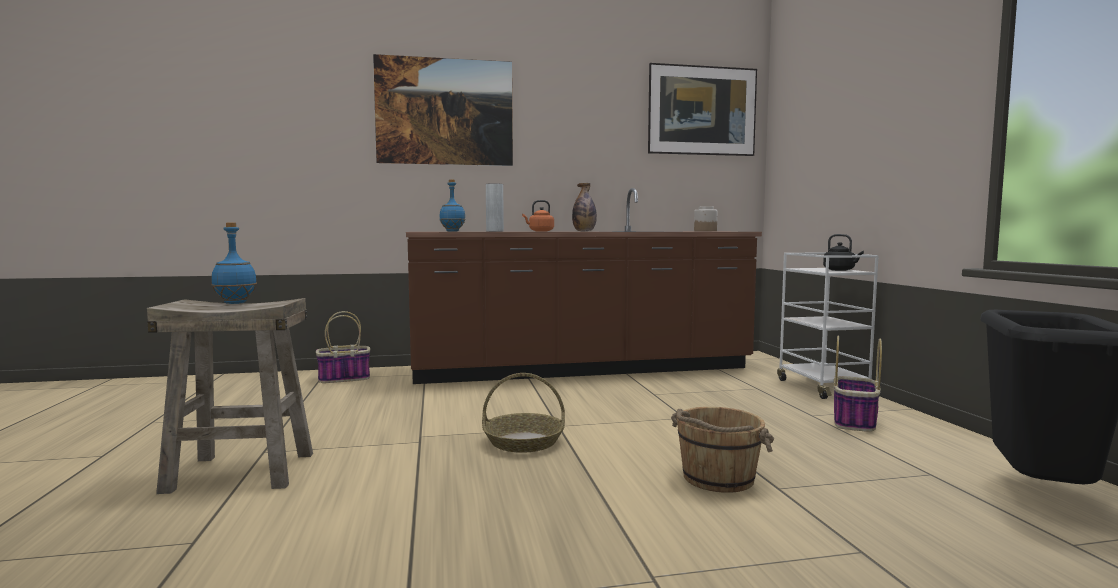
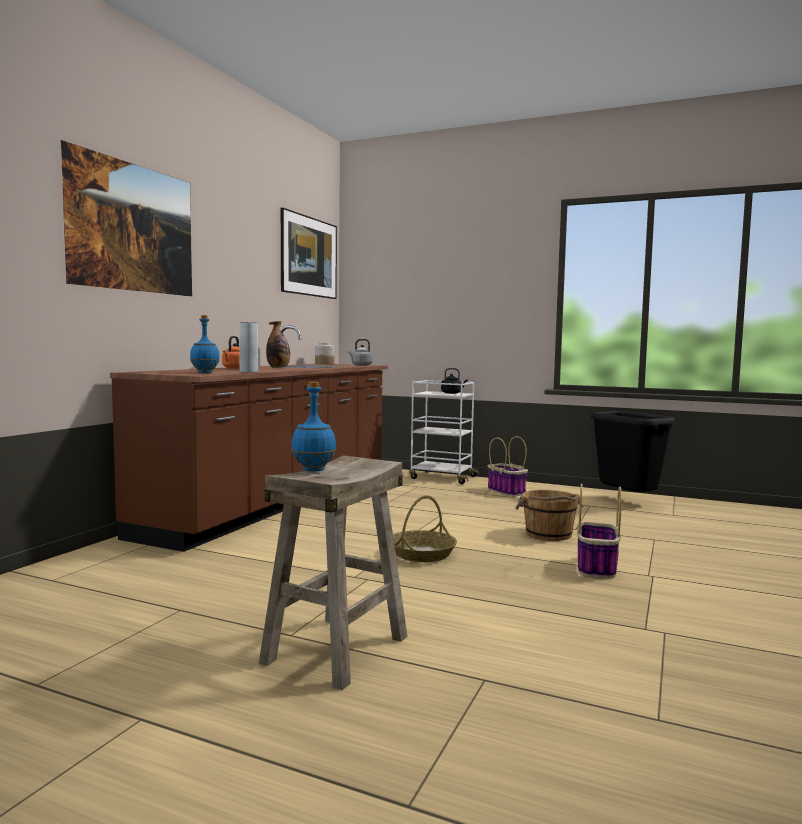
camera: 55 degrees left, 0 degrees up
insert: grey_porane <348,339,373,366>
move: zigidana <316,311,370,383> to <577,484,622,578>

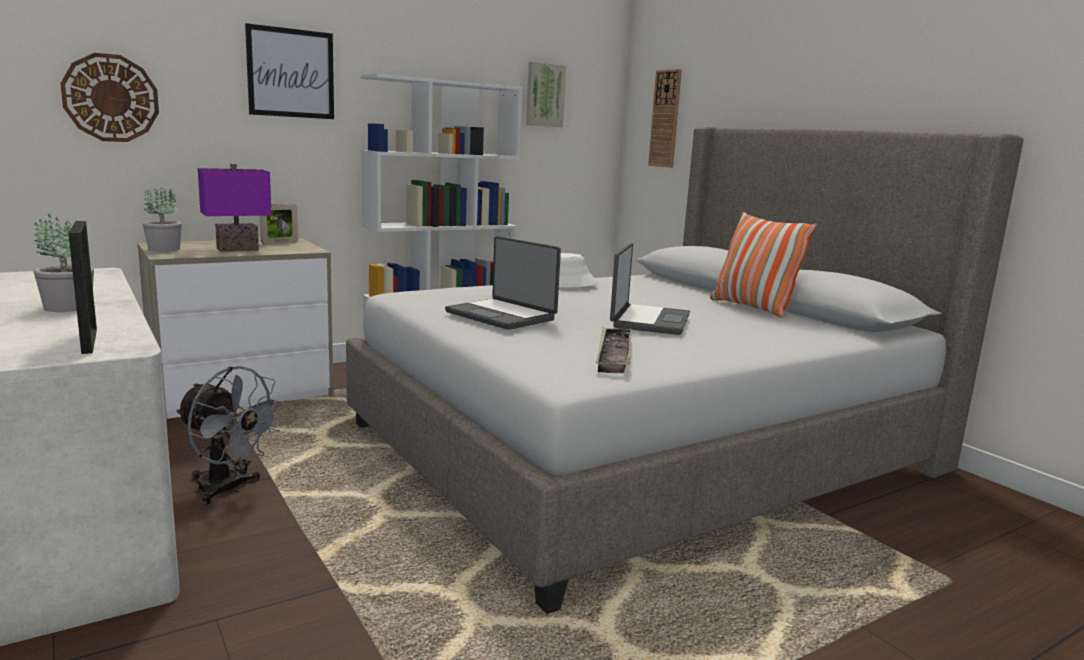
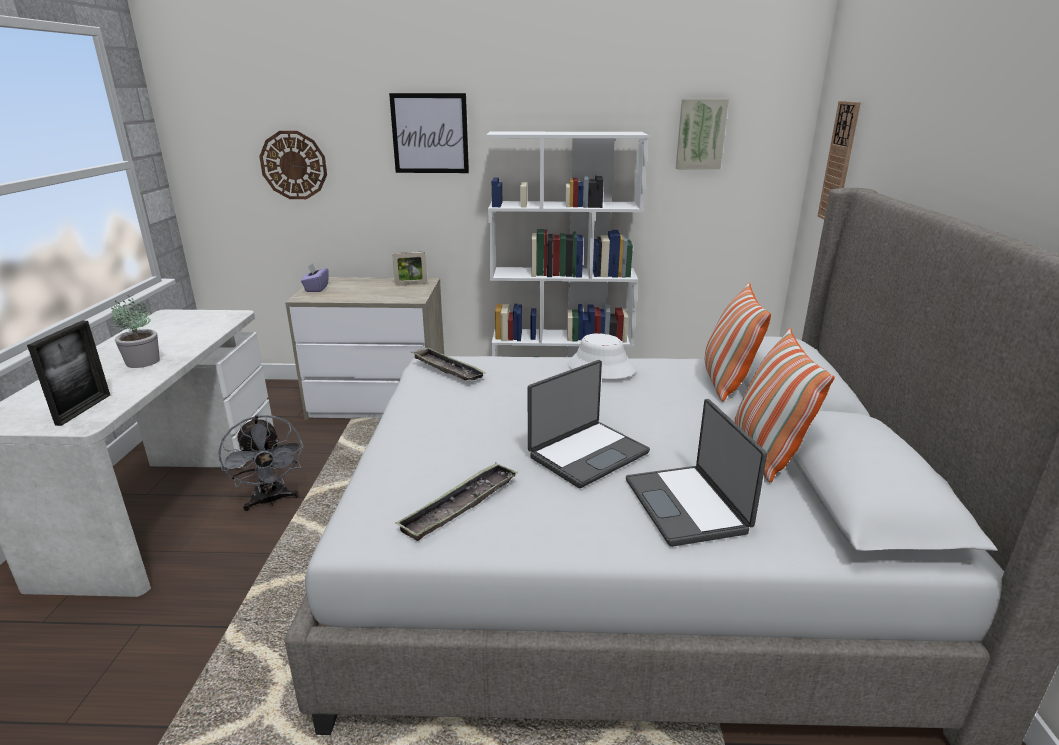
camera: 35 degrees right, 10 degrees up
delete: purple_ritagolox <198,164,272,252>
insert: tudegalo <411,347,486,380>; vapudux <705,282,771,402>
move: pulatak <445,236,561,330> to <626,399,767,547>
replace: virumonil <143,187,182,252> to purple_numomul <301,263,329,292>

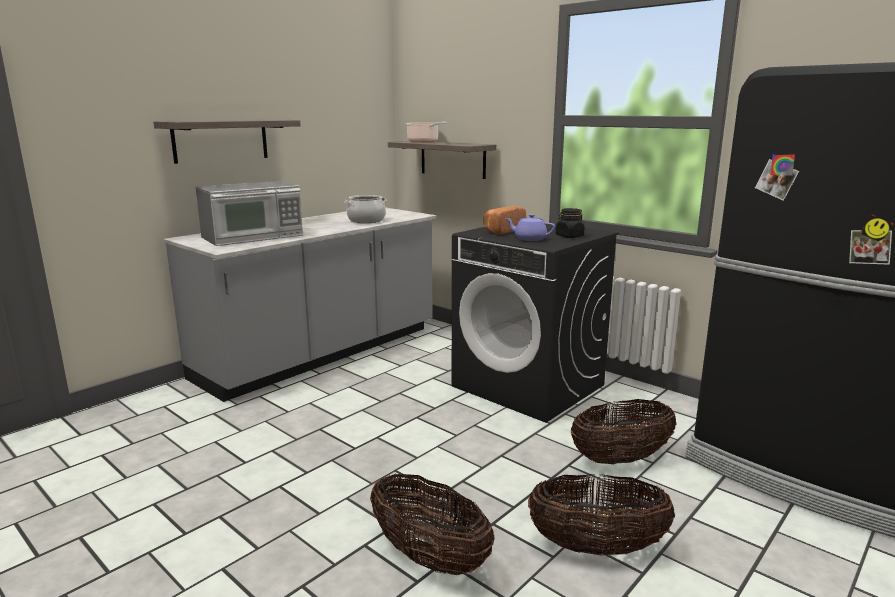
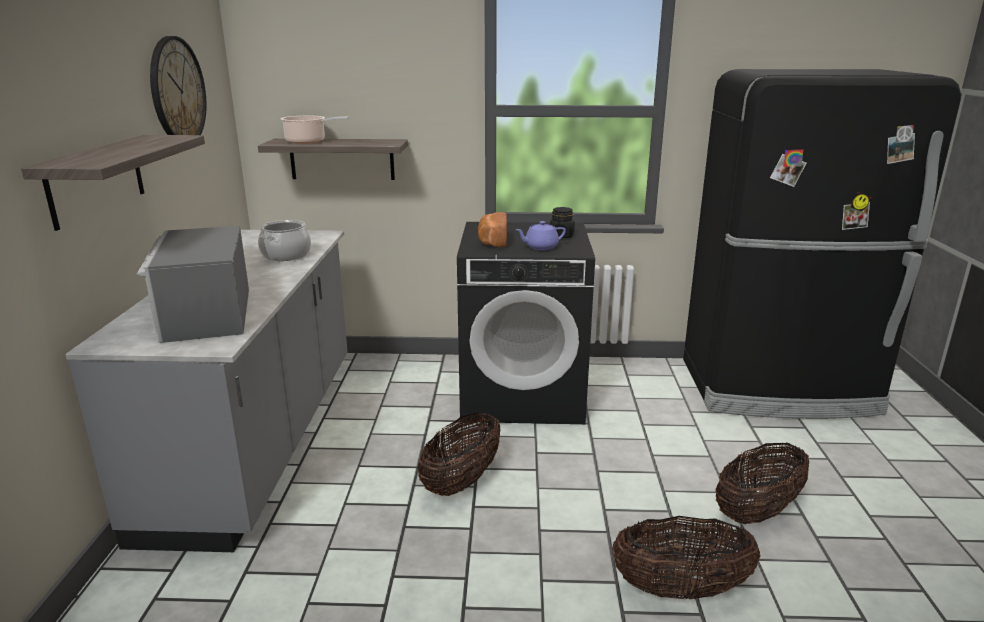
camera: 40 degrees left, 5 degrees up
insert: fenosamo <150,36,207,135>
move: zigidana <571,399,677,464> to <418,412,501,496>
rotate: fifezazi <195,181,303,246> = <137,226,249,343> 150 degrees clockwise

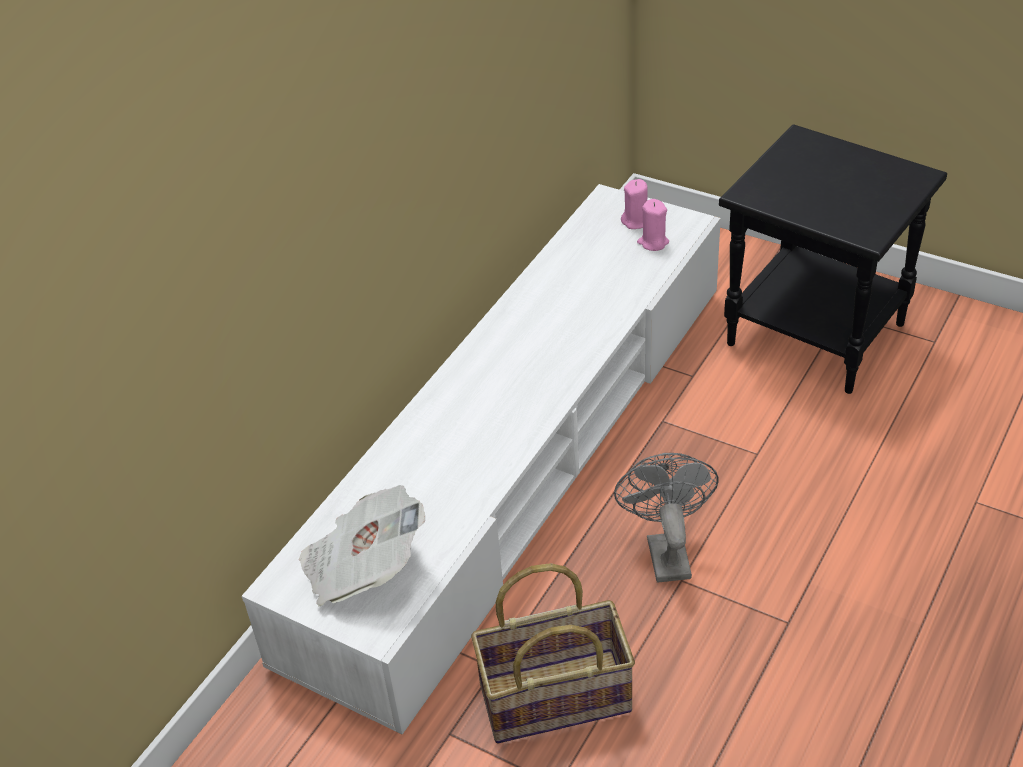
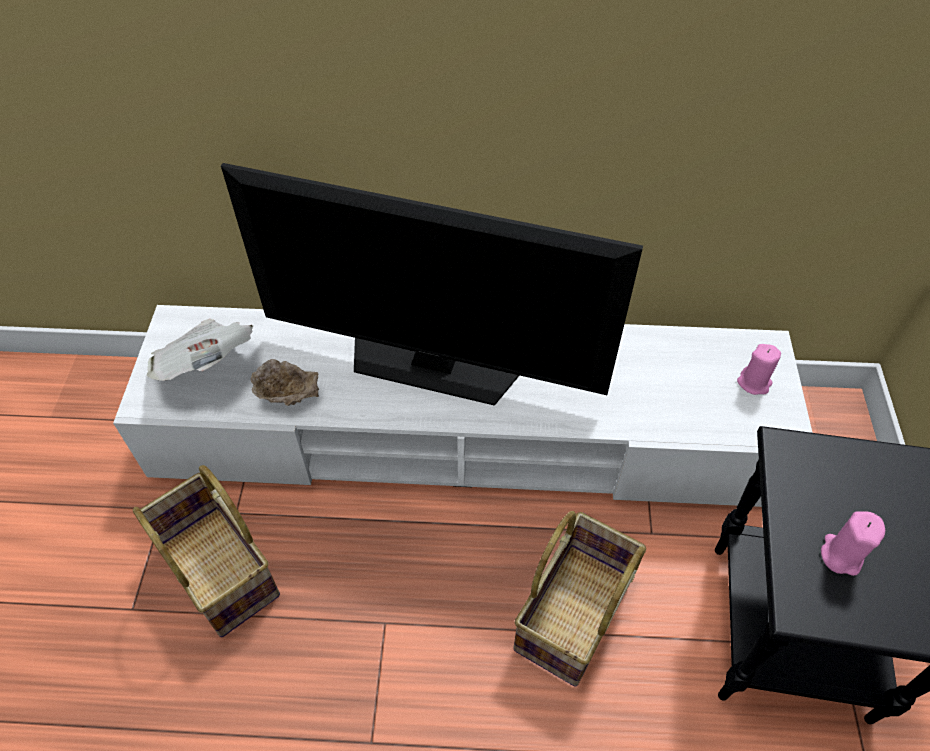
camera: 60 degrees right, 10 degrees up
delete: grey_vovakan <614,453,719,583>
insert: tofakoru <221,163,643,406>; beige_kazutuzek <251,359,319,406>; zigidana <513,511,646,687>
move: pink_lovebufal <637,199,669,251> to <821,511,885,576>

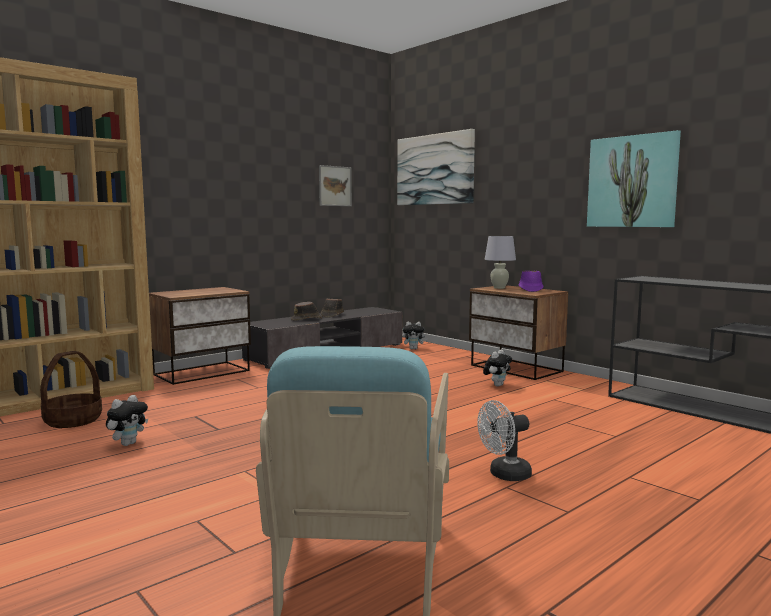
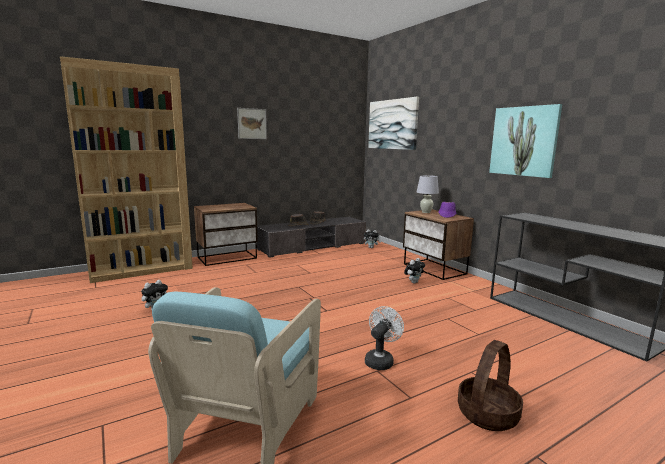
camera: 10 degrees right, 5 degrees up
move: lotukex <319,165,352,206> to <237,108,267,139>; zigidana <40,351,102,428> to <458,340,523,431>
rotate: white_vovakan <477,400,532,481> = <365,306,404,370> 135 degrees clockwise

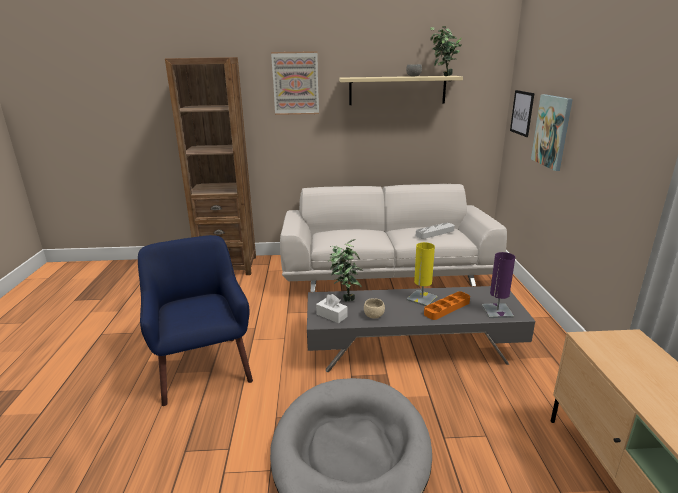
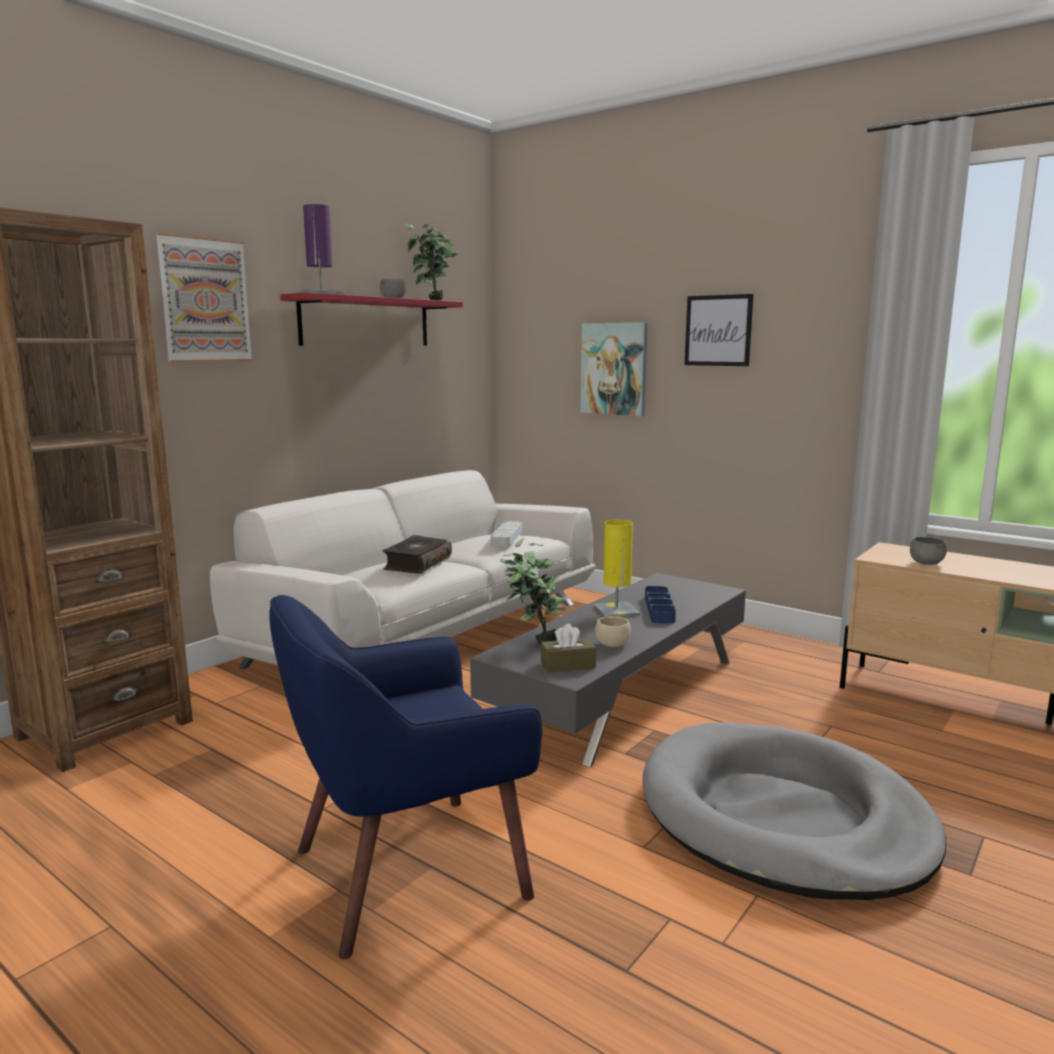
camera: 50 degrees left, 10 degrees down
insert: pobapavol <383,535,452,574>; grey_kazutuzek <910,537,947,565>
move: purple_ritagolox <482,252,515,318> to <297,204,345,295>; lotukex <510,90,534,137> to <684,294,753,366>
recolor: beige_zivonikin <339,76,463,105> to red_zivonikin <280,292,463,346>; white_numomul <316,294,348,323> to brown_numomul <541,624,596,672>; orange_tudegalo <424,291,470,320> to blue_tudegalo <645,586,676,624>
rotate: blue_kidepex <138,235,253,406> = <269,595,542,959> 45 degrees counterclockwise

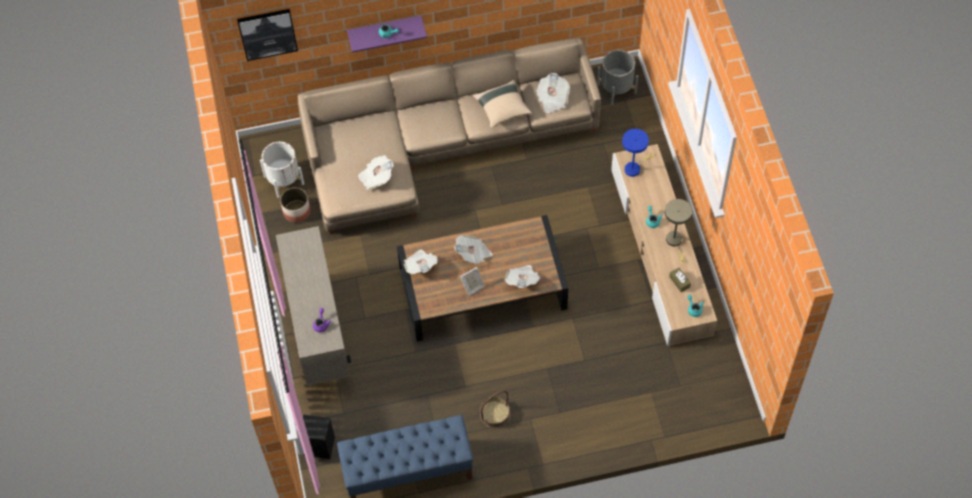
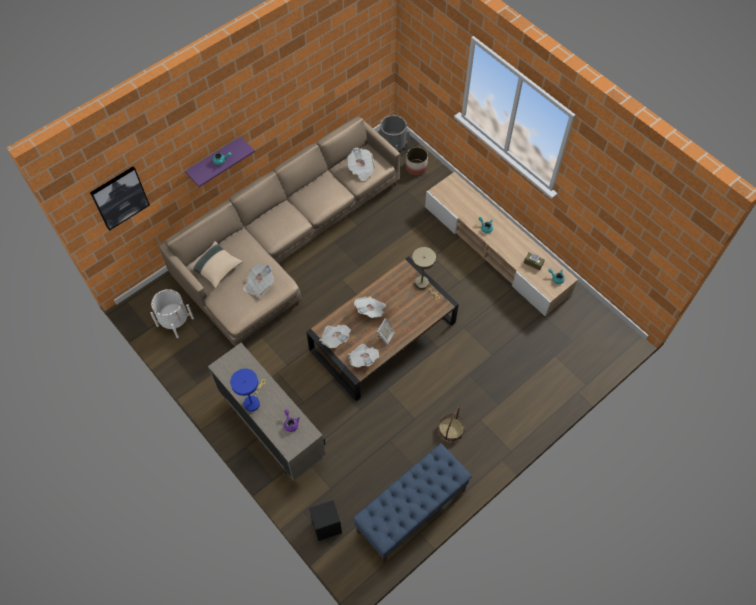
camera: 30 degrees left, 0 degrees up
move: beige_vapudux <473,80,531,128> to <187,241,243,288>; blue_ritagolox <622,129,654,177> to <230,369,266,412>; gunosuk <505,265,540,288> to <348,344,379,367>; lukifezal <280,187,310,223> to <406,147,428,175>; beige_ritagolox <665,199,692,264> to <412,247,440,300>

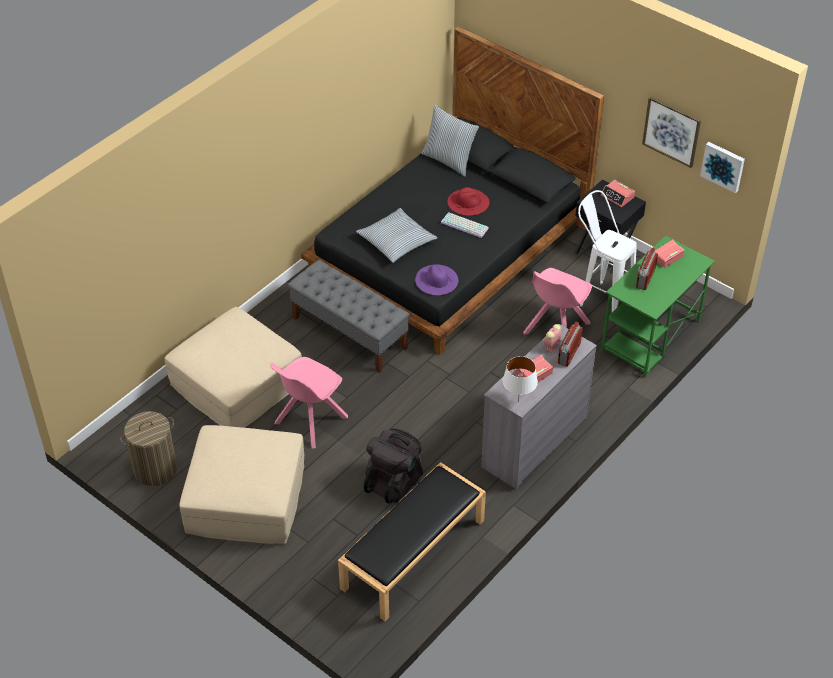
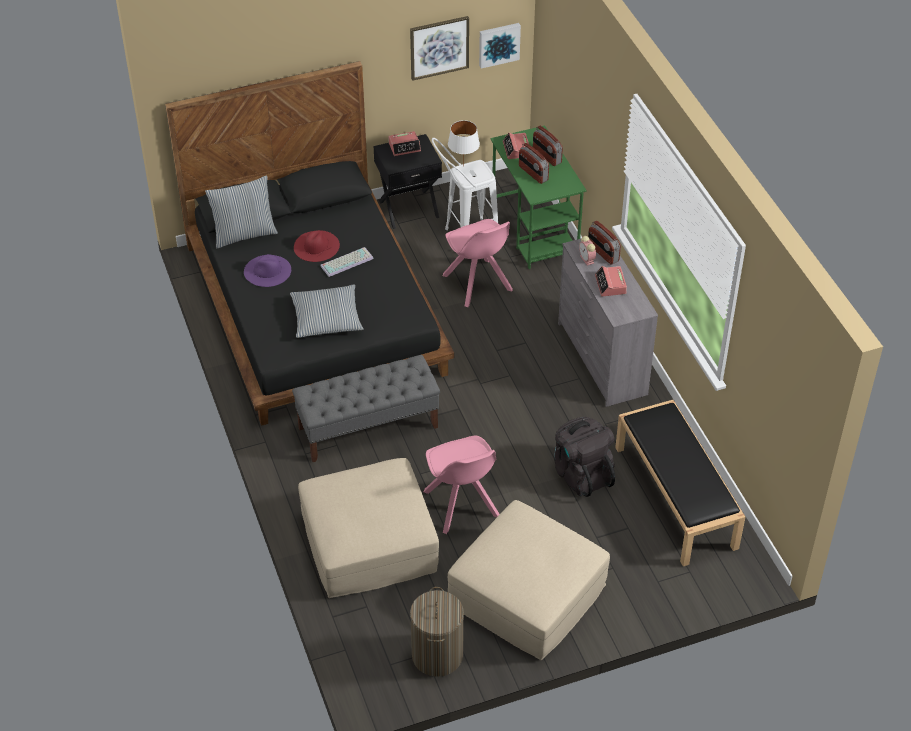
camera: 60 degrees left, 0 degrees up
insert: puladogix <533,126,563,166>
move: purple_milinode <415,264,458,295> to <244,254,291,287>; white_ritagolox <503,356,538,402> to <448,120,480,167>

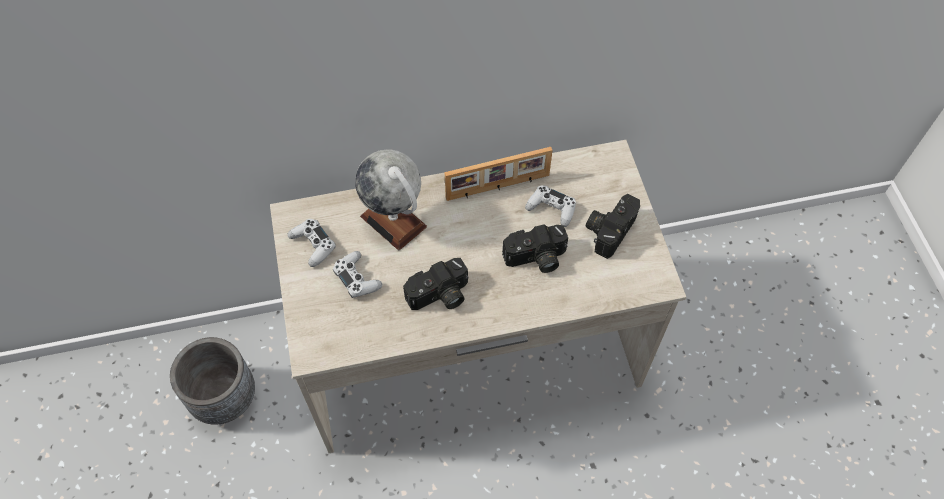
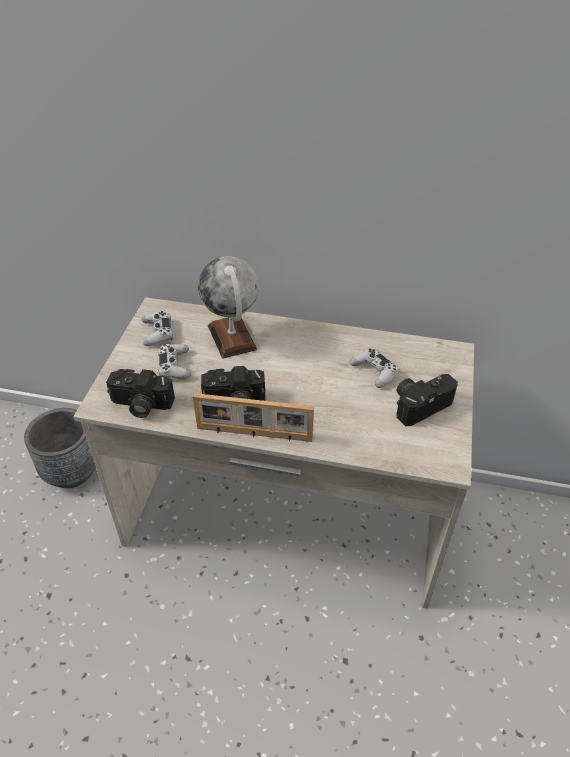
camera: 25 degrees right, 15 degrees down
move: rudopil <502,224,568,273> to <106,369,175,418>; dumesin <444,147,553,201> to <193,393,314,442>

